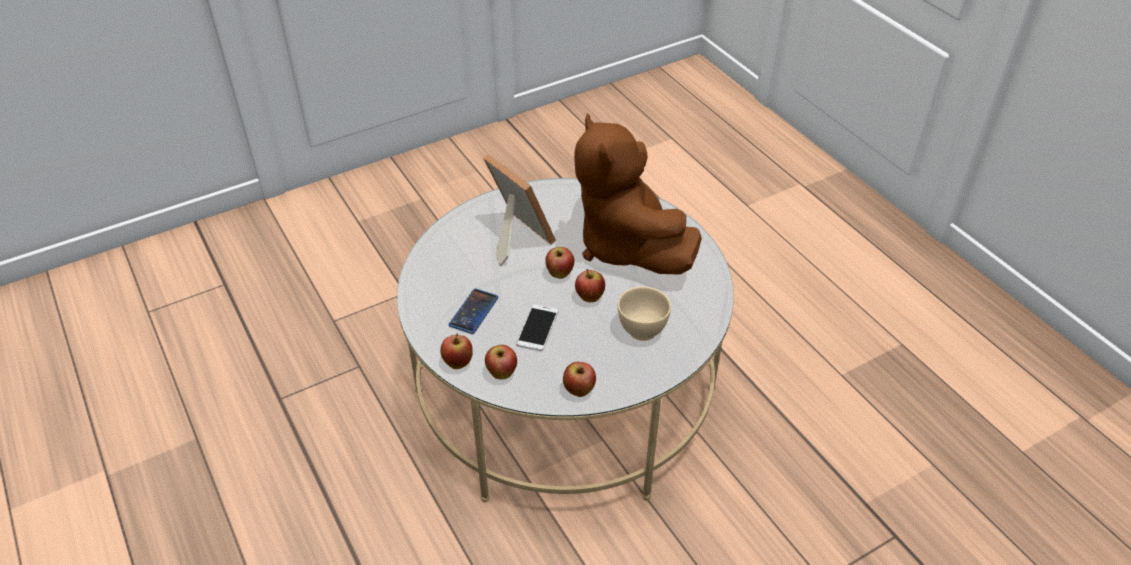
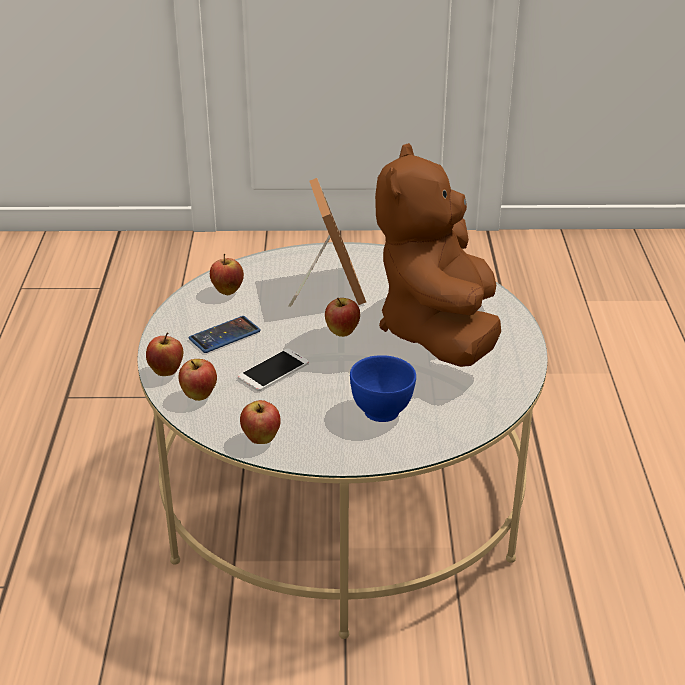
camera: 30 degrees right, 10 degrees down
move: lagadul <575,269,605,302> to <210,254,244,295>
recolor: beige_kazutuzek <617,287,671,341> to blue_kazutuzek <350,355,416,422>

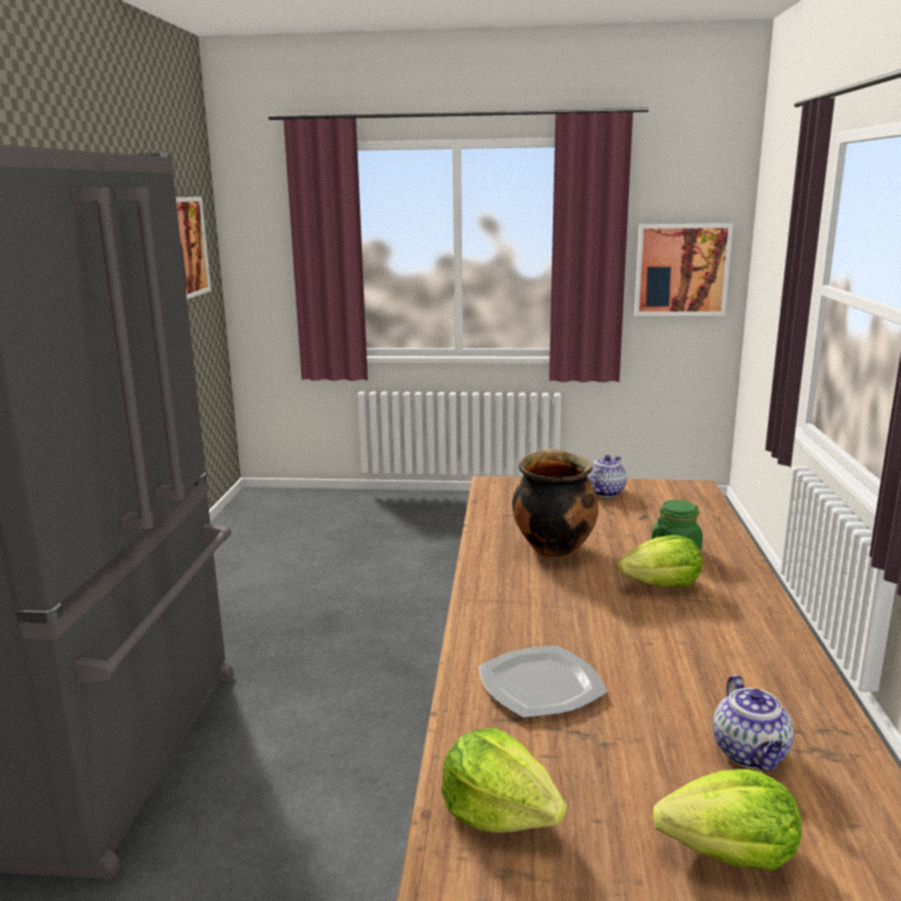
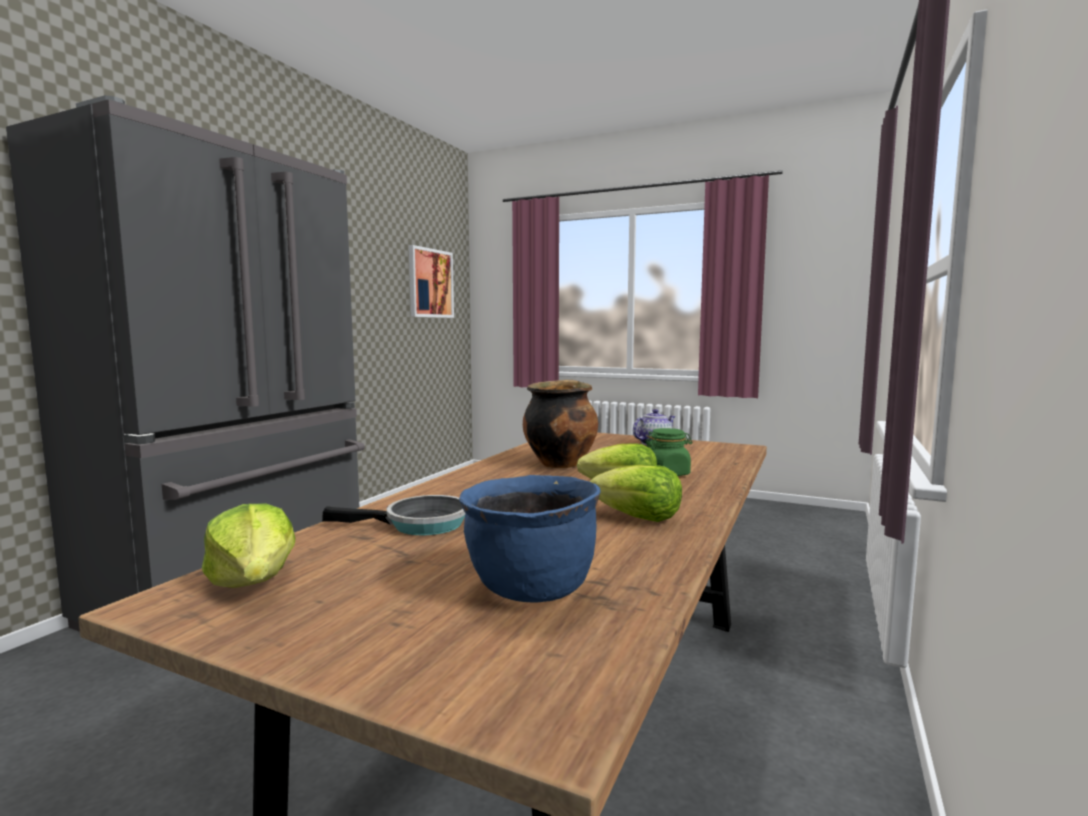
camera: 20 degrees right, 10 degrees down
delete: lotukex <634,223,733,316>
move: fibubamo <653,769,802,871> to <590,465,682,522>
replace: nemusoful <478,645,607,718> to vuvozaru <322,495,465,535>; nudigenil <713,675,794,771> to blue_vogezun <459,475,601,602>

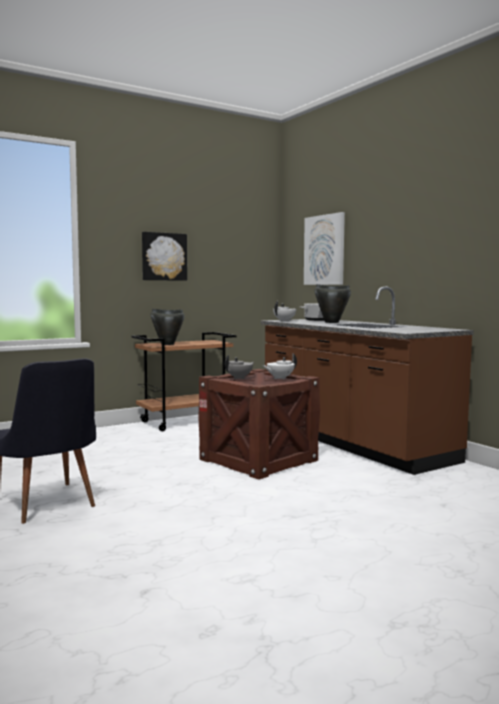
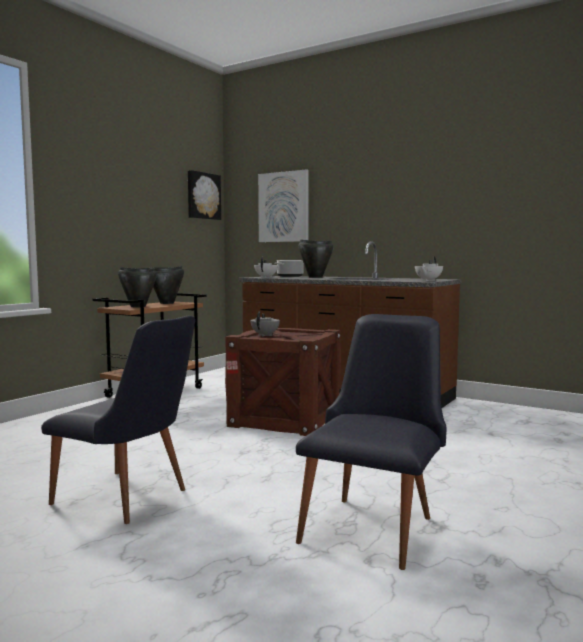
camera: 25 degrees left, 0 degrees up
insert: black_vogezun <150,266,184,304>; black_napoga <296,314,446,570>
move: lotukex <142,232,187,281> to <188,170,221,220>; white_nudigenil <262,353,297,379> to <415,256,443,281>

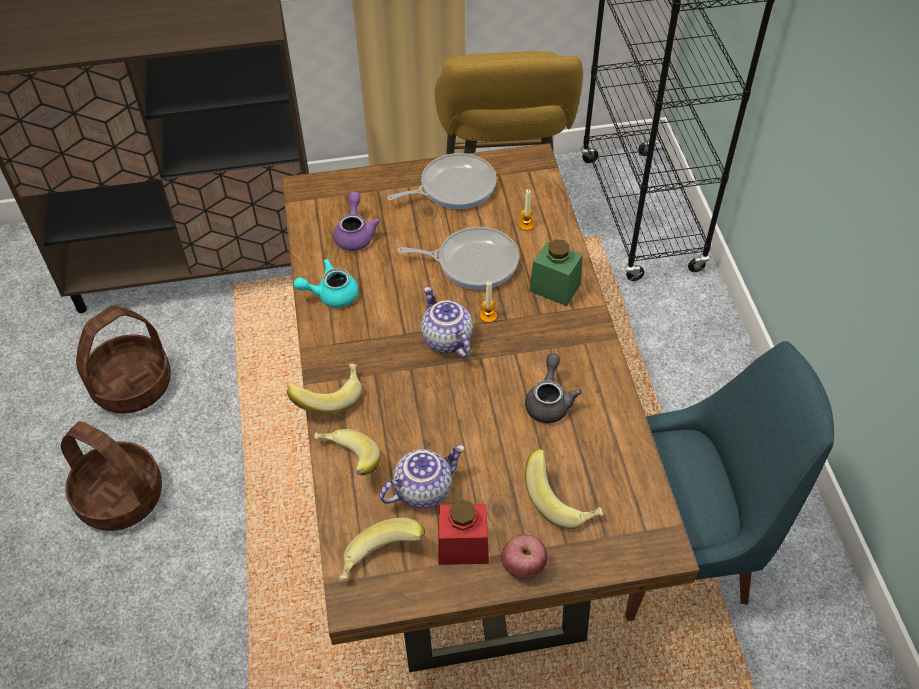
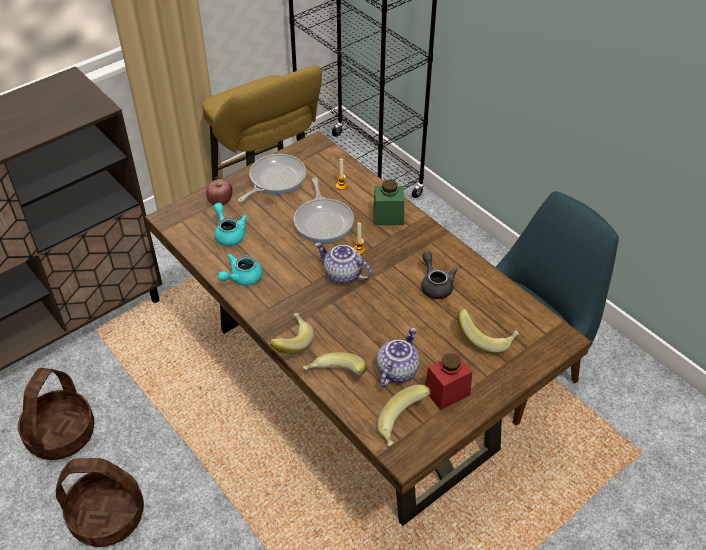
camera: 30 degrees left, 5 degrees down
move: lagadul <501,535,548,580> to <206,179,233,205>
recolor: purple_nudigenil <333,192,381,251> to turquoise_nudigenil <214,203,248,246>
rotate: vuvozaru <397,227,519,290> = <294,178,354,243> 105 degrees clockwise

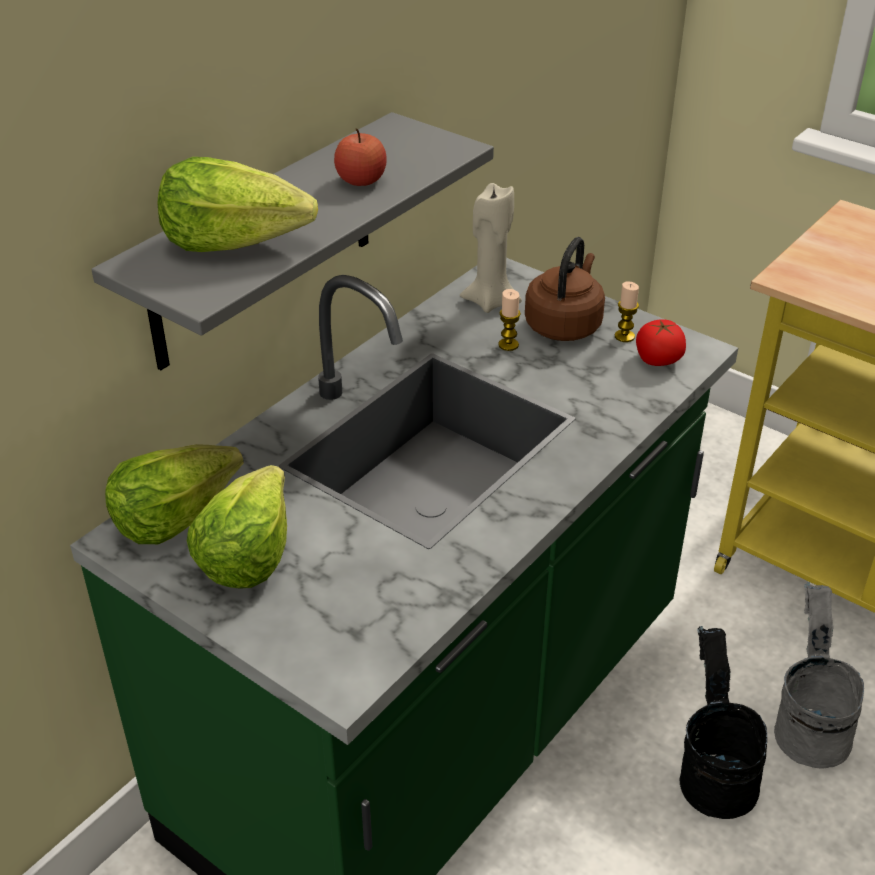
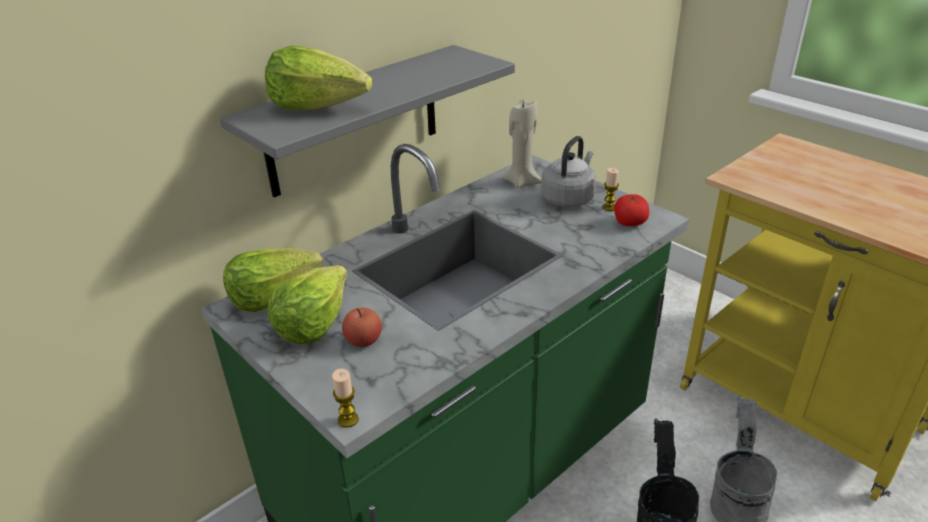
camera: 10 degrees right, 5 degrees down
move: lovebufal <498,289,521,351> to <332,369,359,427>; lagadul <334,128,387,186> to <342,308,382,347>
recolor: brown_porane <525,237,605,341> to grey_porane <541,136,596,207>

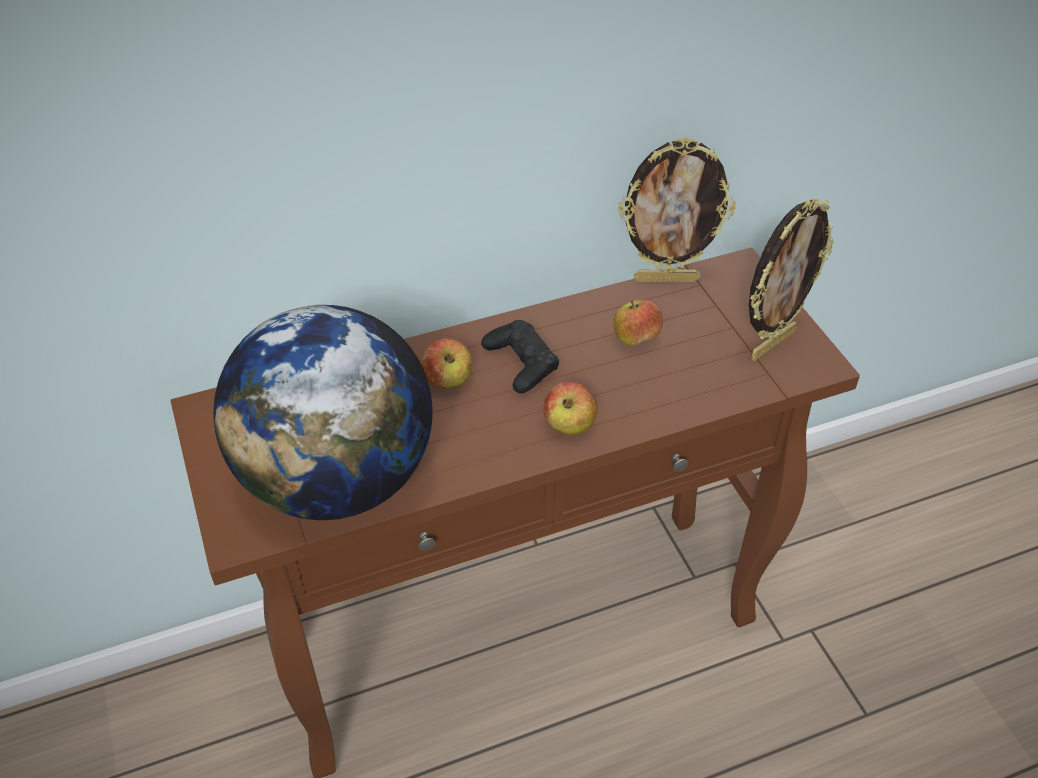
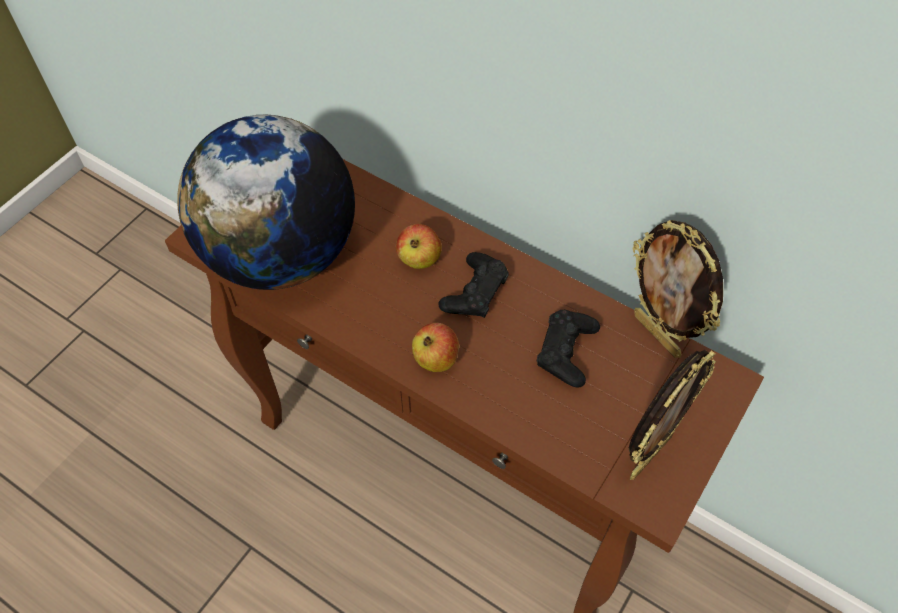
camera: 55 degrees right, 10 degrees up
replace: lagadul <613,299,663,346> to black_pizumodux <537,310,600,388>
rotate: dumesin <749,199,833,361> = <629,350,716,480> 60 degrees counterclockwise

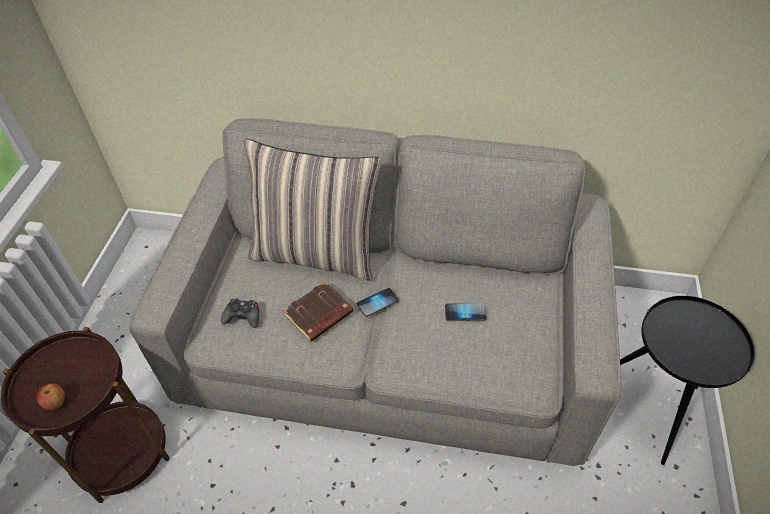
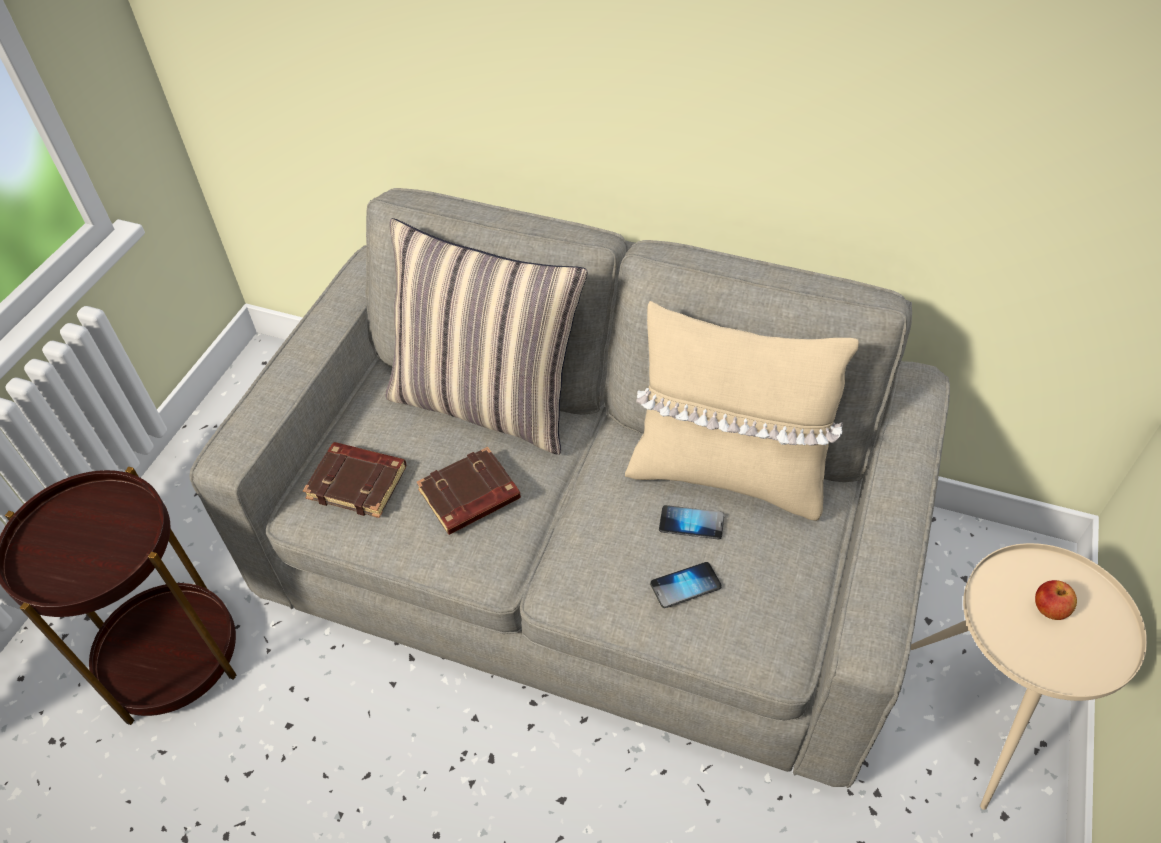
camera: 10 degrees right, 0 degrees up
insert: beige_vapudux <625,301,859,521>
move: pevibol <357,288,399,317> to <650,562,722,608>; lagadul <37,383,65,410> to <1035,580,1077,620>
replace: black_pizumodux <221,299,259,328> to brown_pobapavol <303,442,406,518>
recolor: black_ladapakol <620,296,755,465> to beige_ladapakol <911,543,1147,810>

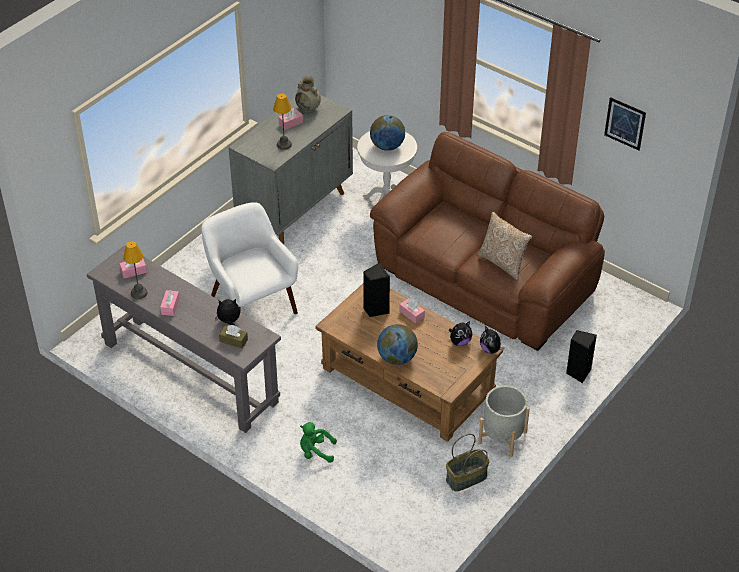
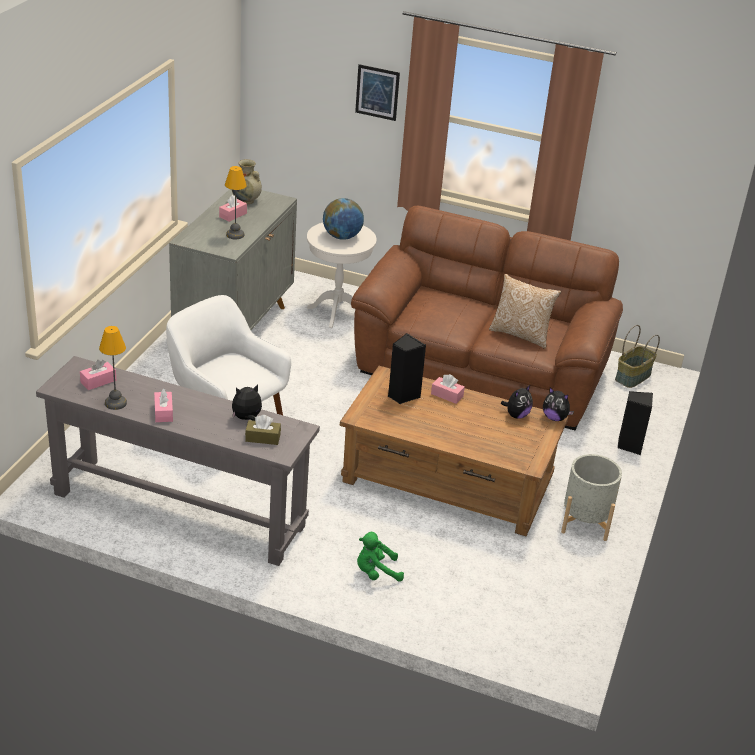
camera: 20 degrees left, 10 degrees down
delete: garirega <377,324,418,365>
move: lotukex <604,97,646,150> to <355,64,400,121>; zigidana <446,434,490,492> to <615,325,660,388>

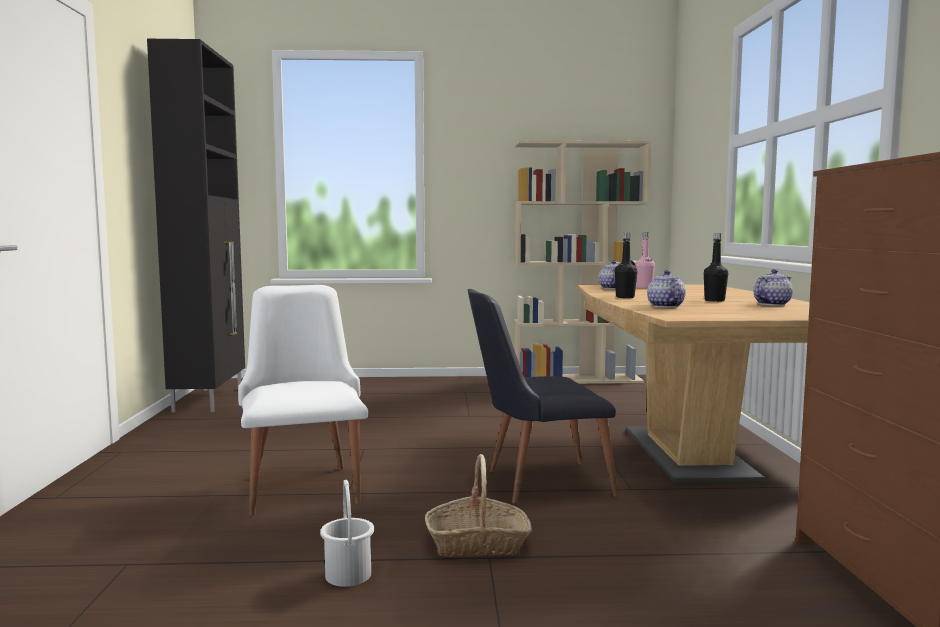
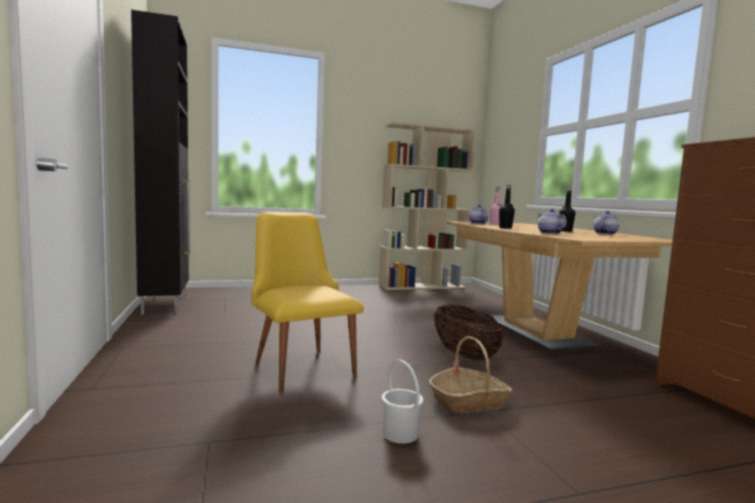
camera: 15 degrees left, 0 degrees up
replace: black_napoga <468,289,619,504> to zigidana <434,305,504,361>
recolor: white_napoga <238,285,368,516> to yellow_napoga <252,212,364,393>

